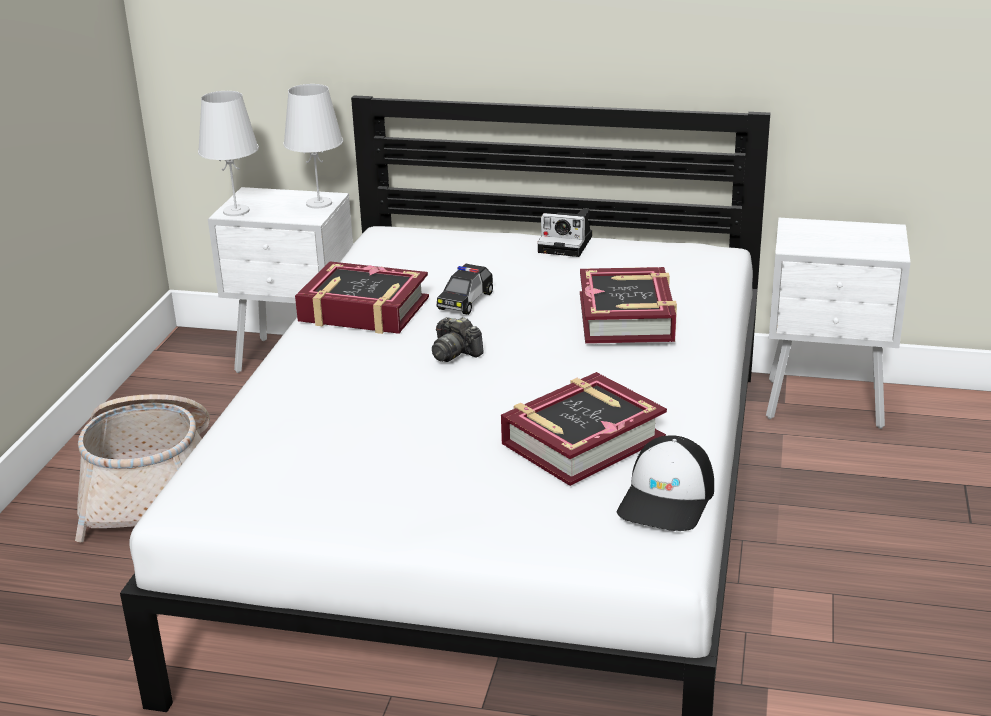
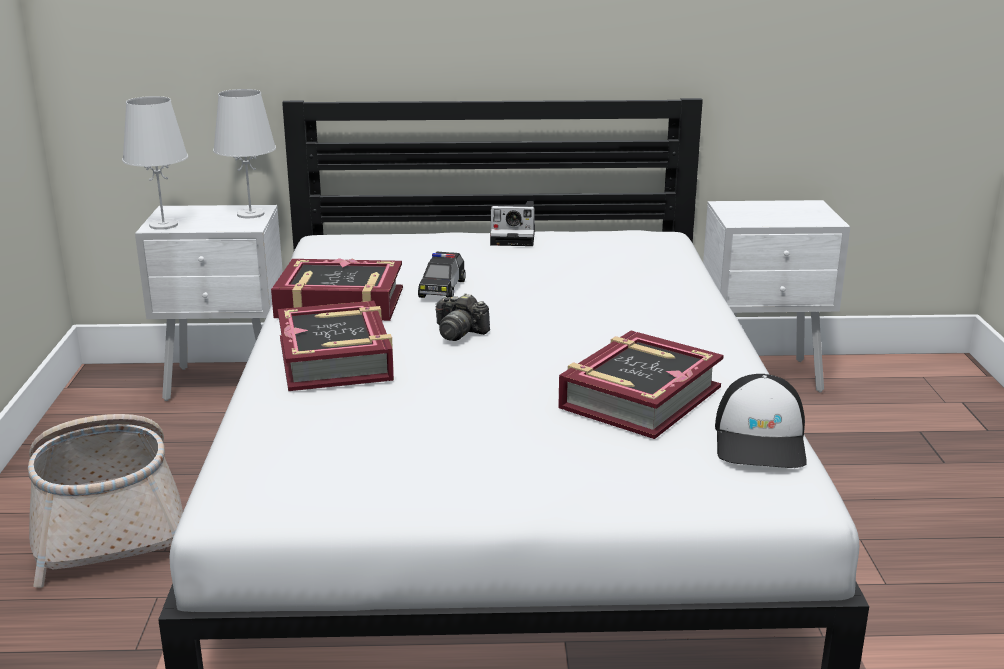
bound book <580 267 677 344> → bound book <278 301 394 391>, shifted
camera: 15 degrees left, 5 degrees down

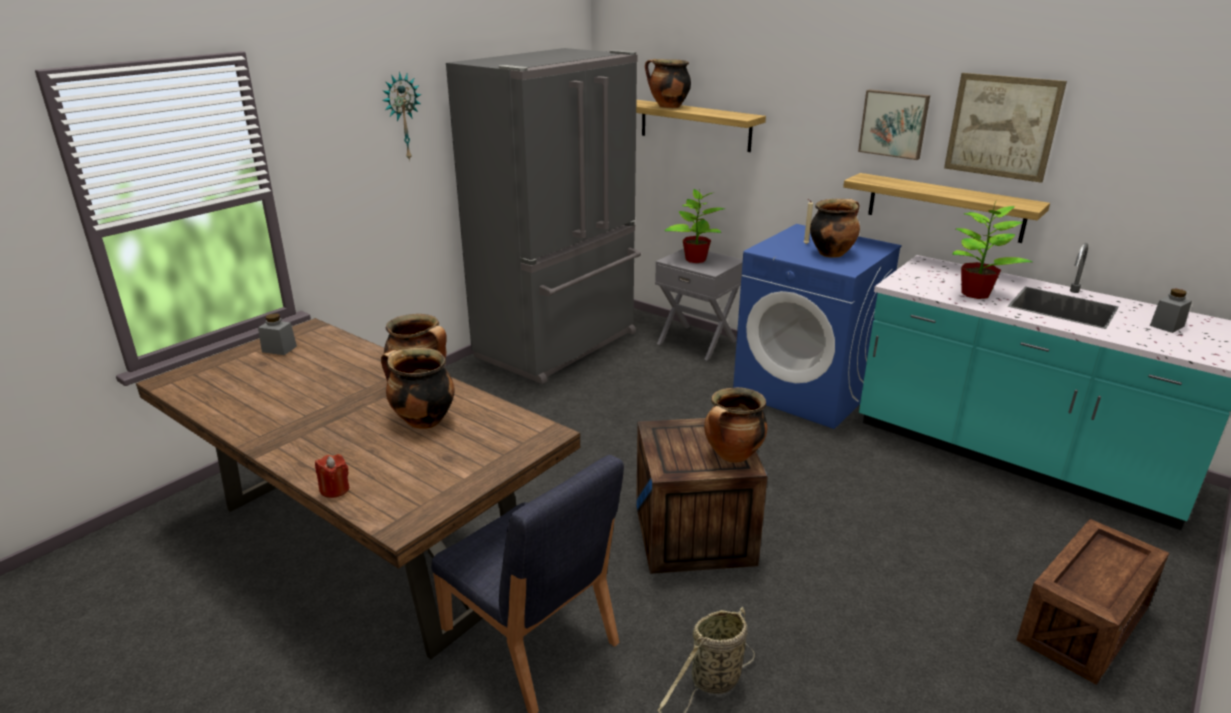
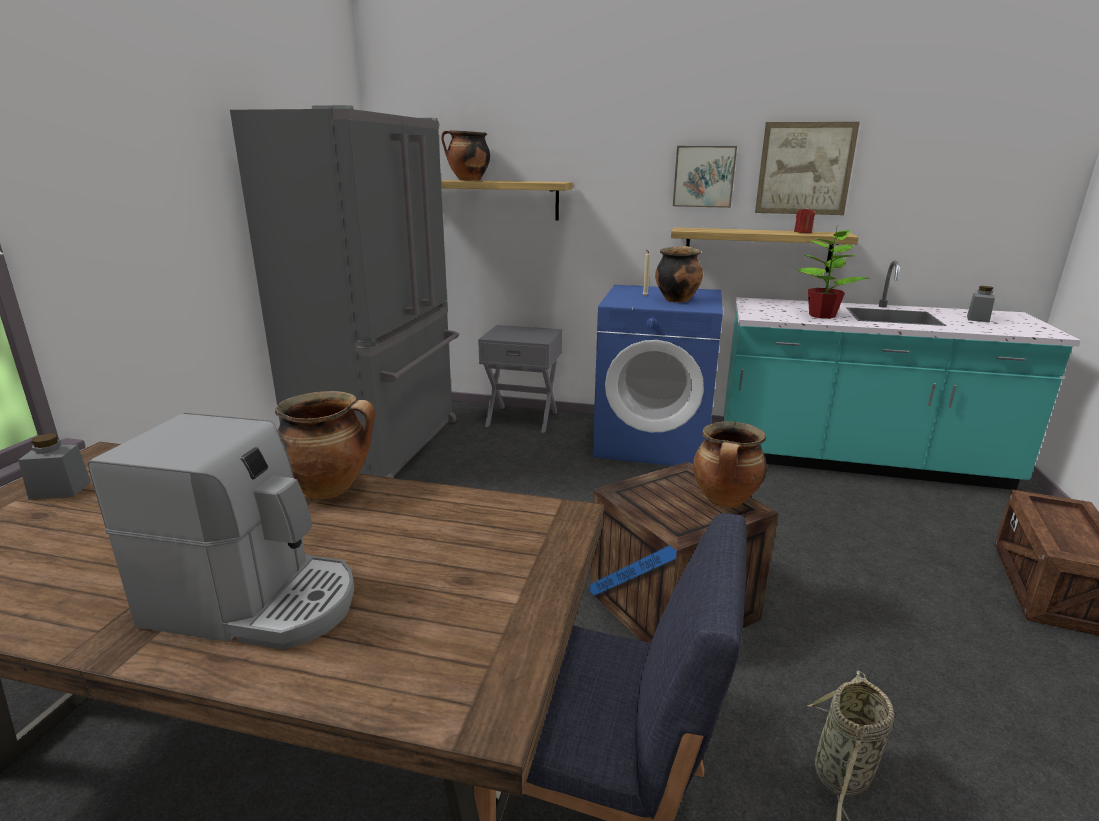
- → coffee machine <88 413 354 650>
reddish wax candle <315 454 349 498> → reddish wax candle <794 206 815 233>, shifted
saucepot <381 348 455 429> → -
wall clock <382 72 421 161> → -
potted plant <664 189 725 263> → -
camera: 25 degrees left, 5 degrees down

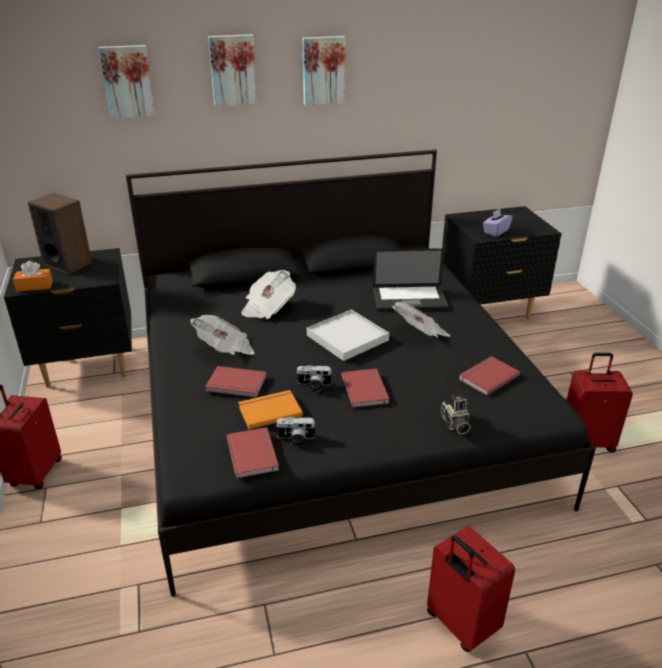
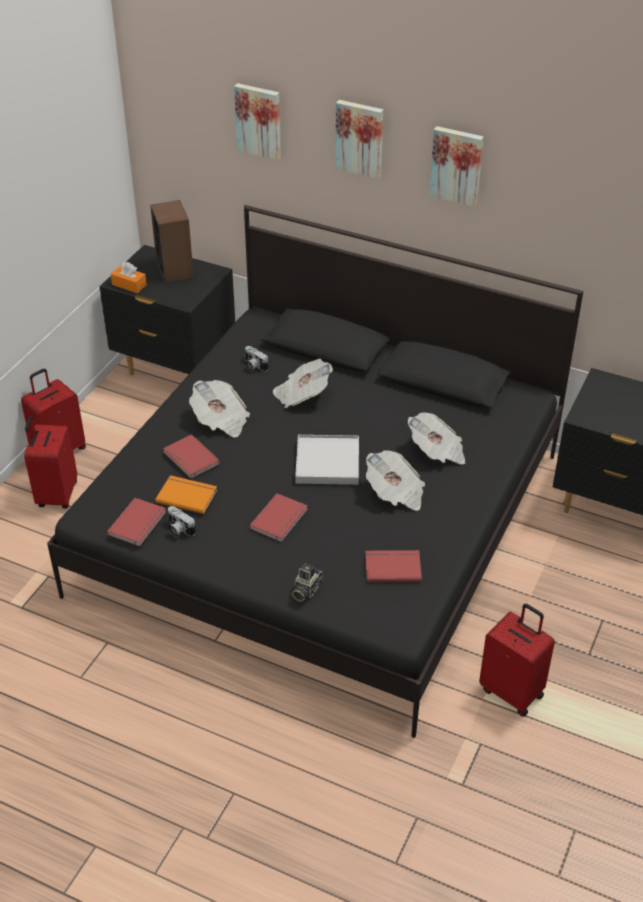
reddish suitcase <427 526 515 652> → reddish suitcase <24 416 77 509>, shifted
still camera <297 365 333 392> → still camera <245 346 269 372>, shifted
portable computer <373 248 448 311> → printed paper <408 413 465 465>
purple-coloured tissue holder <483 208 513 237> → -
camera: 40 degrees right, 10 degrees up

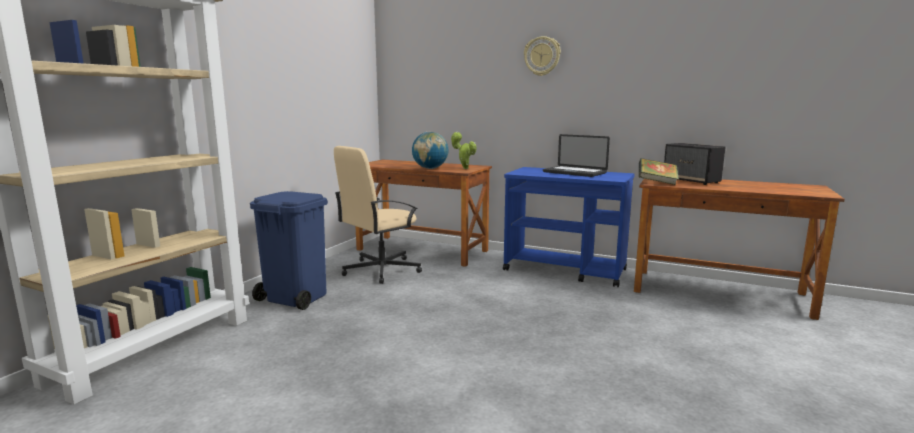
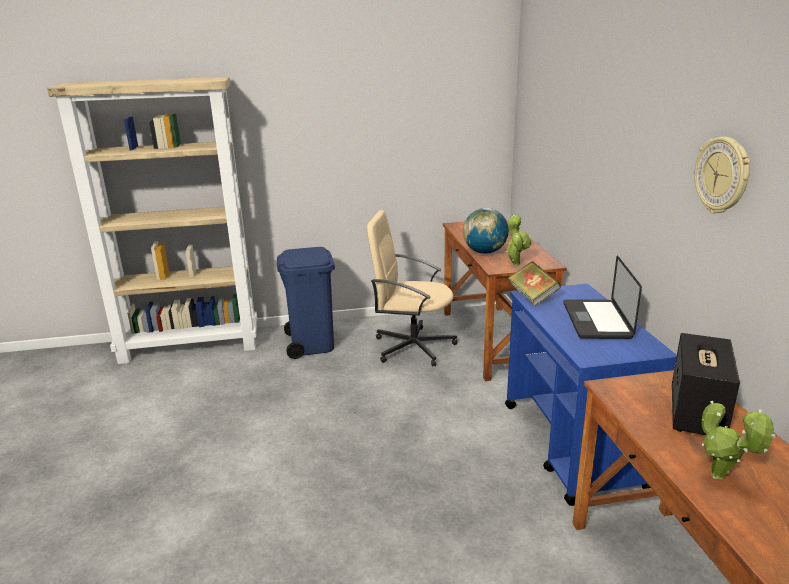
bound book <639 158 679 185> → bound book <508 262 561 306>, shifted
wall clock <524 36 561 76> → wall clock <694 137 750 213>, shifted
- → potted plant <702 401 776 479>
camera: 55 degrees right, 10 degrees up

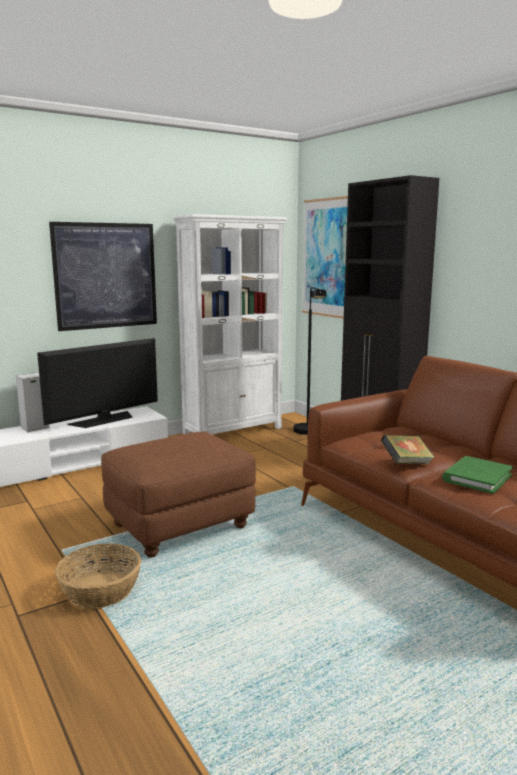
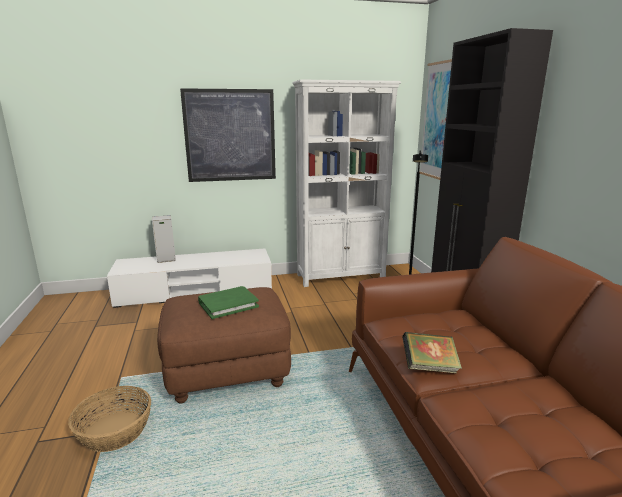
greenish bound book <442 456 513 494> → greenish bound book <198 286 259 319>, shifted
TV set <37 338 158 428> → -
camera: 20 degrees right, 5 degrees up

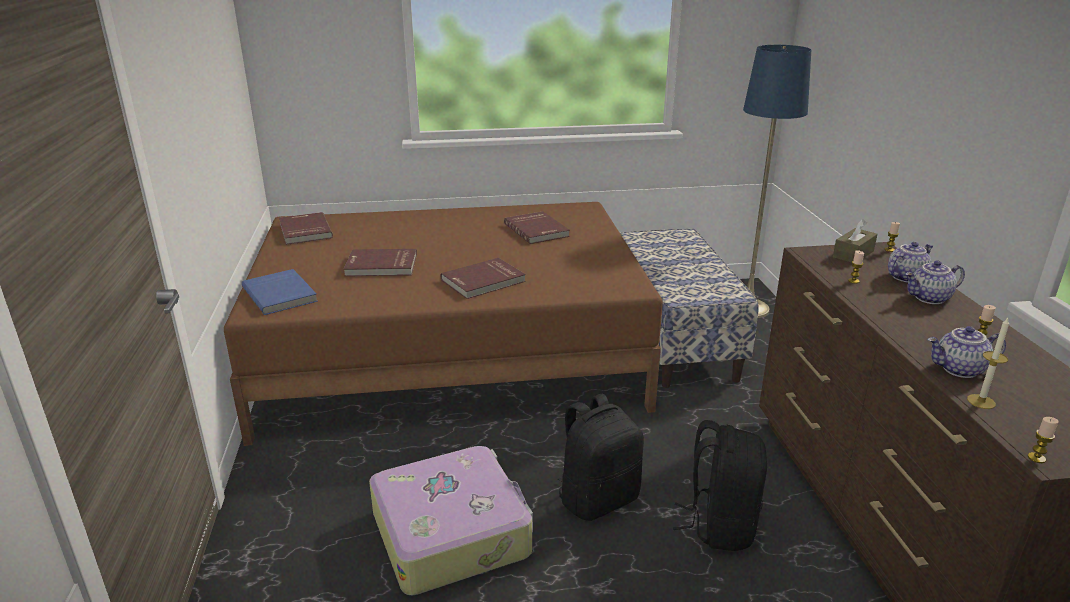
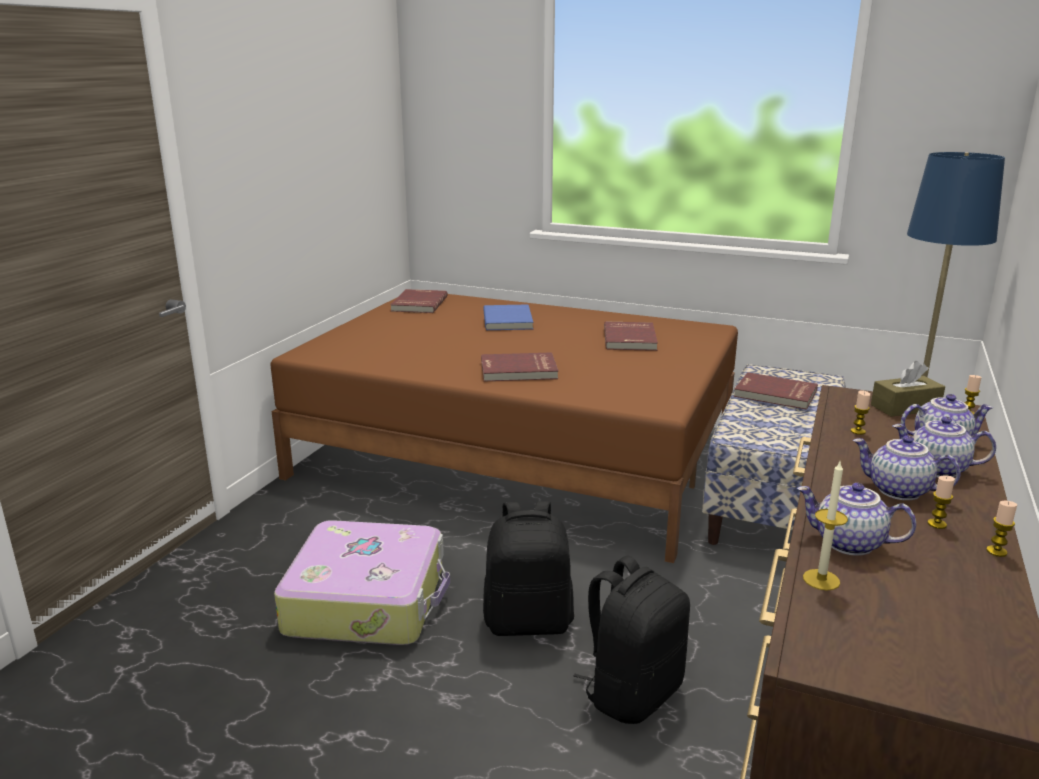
blue-coloured bound book <242 269 318 315> → blue-coloured bound book <483 304 533 330>, shifted
reddish bound book <344 249 417 276> → reddish bound book <734 372 818 410>, shifted
- → pot for tea <853 436 961 500>
wax candle <1028 417 1059 463> → wax candle <986 501 1017 557>, shifted
camera: 30 degrees right, 5 degrees down

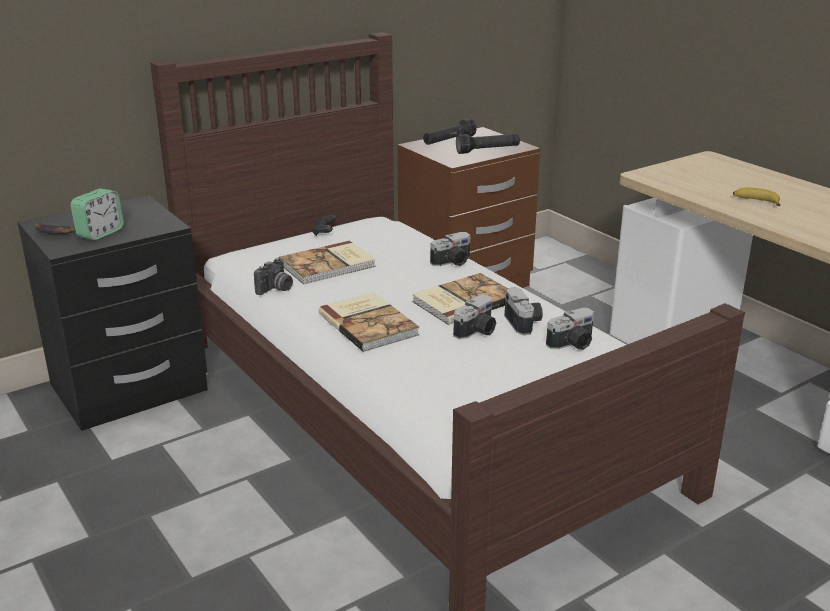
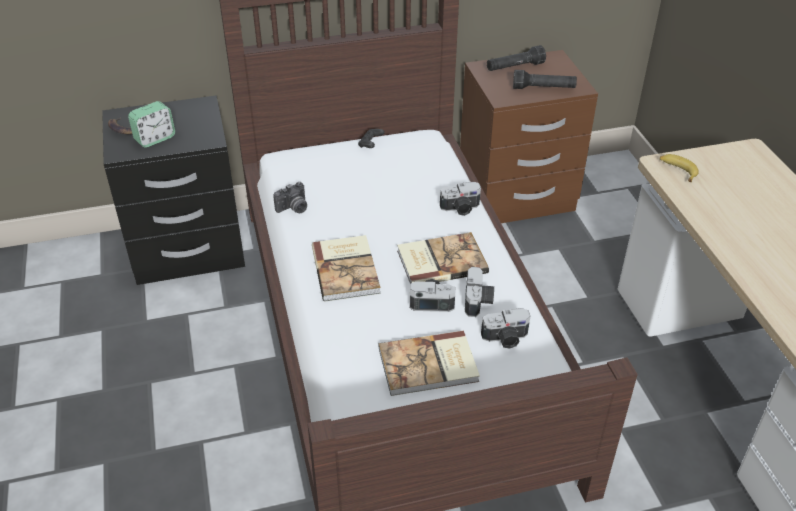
bound book <279 241 376 285> → bound book <378 331 480 396>, shifted
still camera <453 294 496 339> → still camera <410 279 455 312>, 150 degrees counterclockwise
banana fruit <733 188 781 206> → banana fruit <660 154 699 182>, shifted
camera: 20 degrees right, 15 degrees up

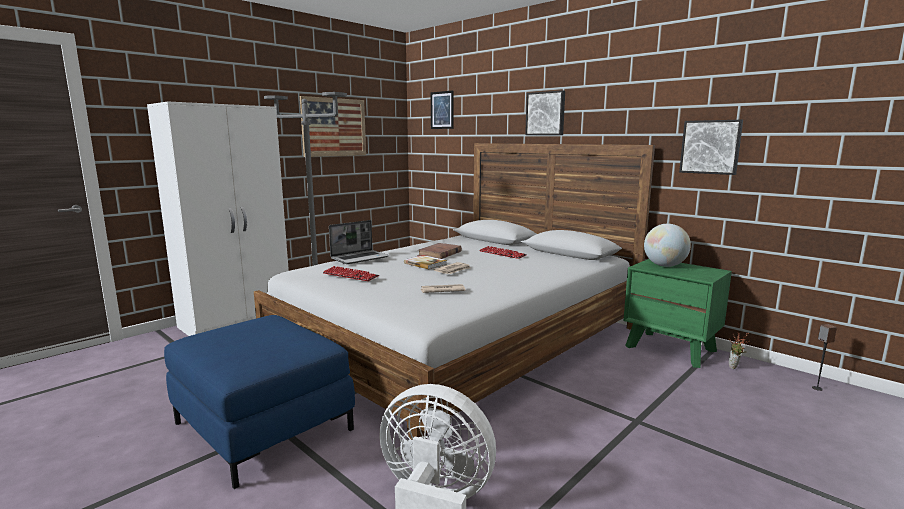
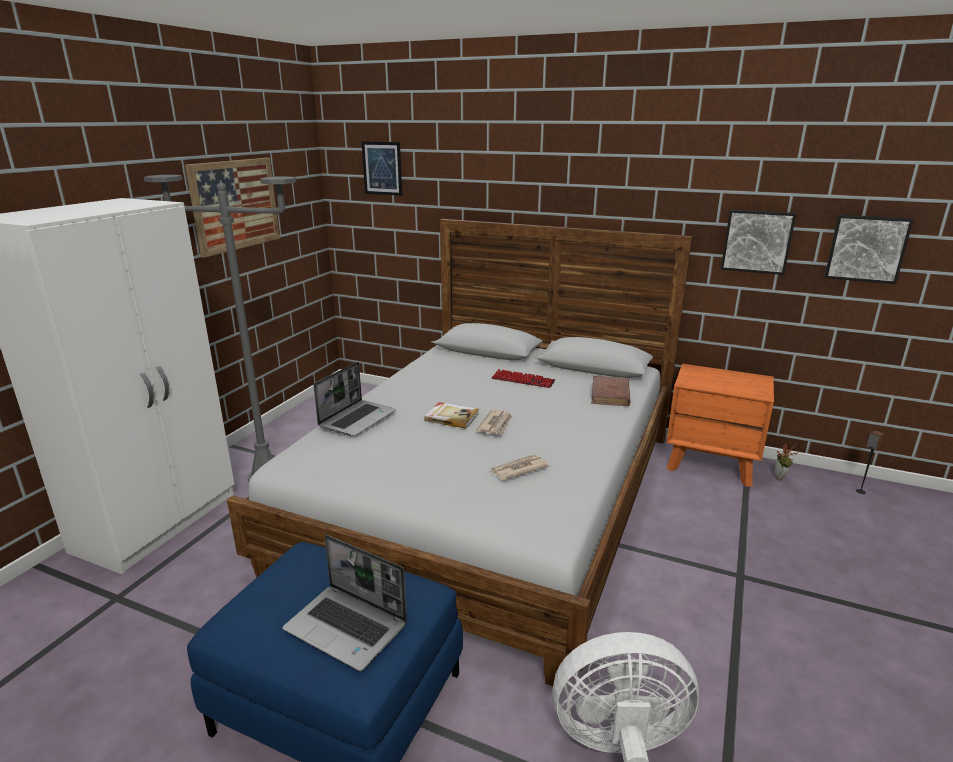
- → portable computer <282 535 407 671>
brownish bound book <417 243 462 259> → brownish bound book <591 376 631 406>, shifted
greenish night table <623 259 732 368> → orangey night table <666 364 774 487>
wall picture <525 90 565 135> → wall picture <824 215 914 284>, shifted
computer keyboard <323 266 379 281> → -
globe <644 224 691 267> → -
camera: 20 degrees left, 10 degrees up

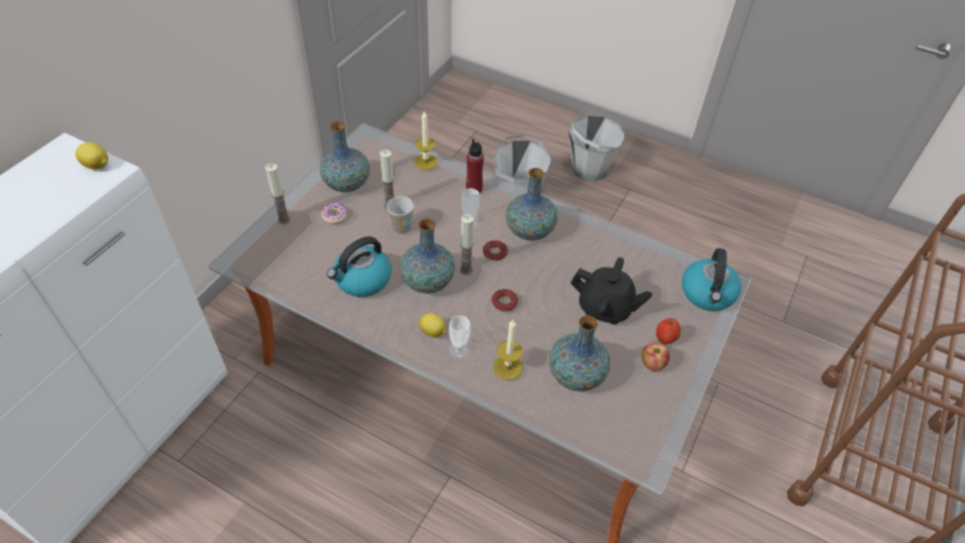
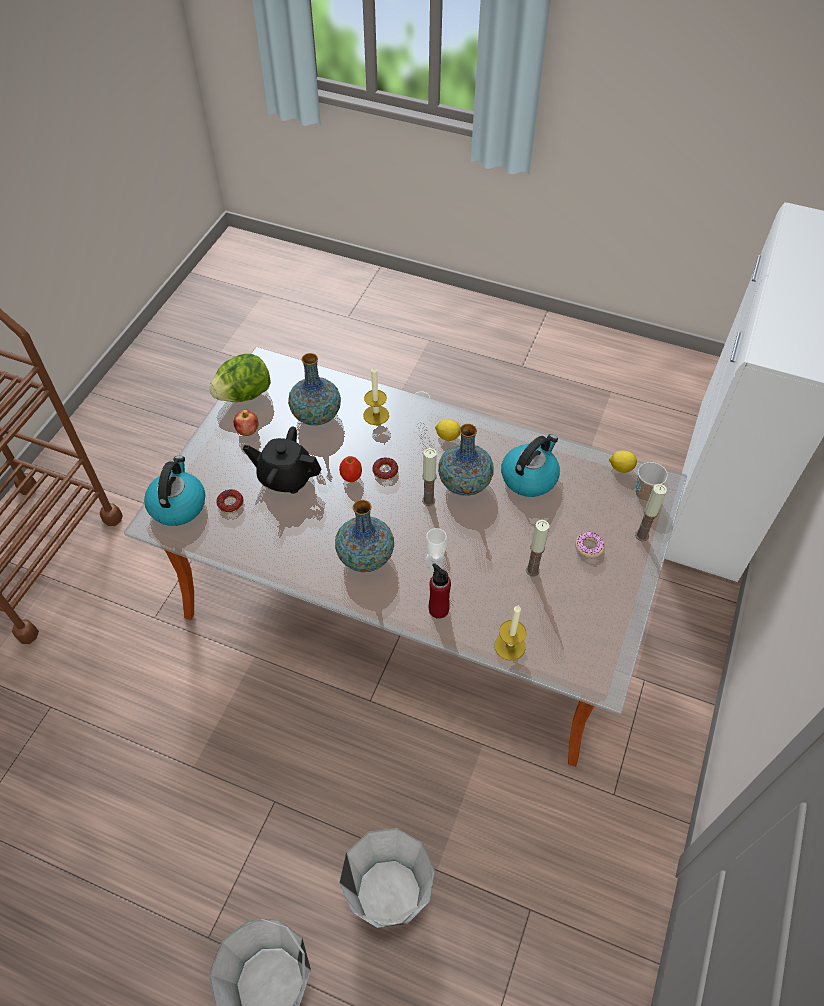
- → lettuce <209 354 271 402>
donut <483 240 508 261> → donut <217 489 244 513>, shifted
apple fruit <656 318 681 344> → apple fruit <339 456 362 482>, shifted
whole lemon <76 142 108 170> → whole lemon <609 450 637 473>, shifted
small cup <387 196 414 234> → small cup <636 462 668 501>, shifted
decorative vase <320 121 370 192> → -
camera: 175 degrees right, 5 degrees up

